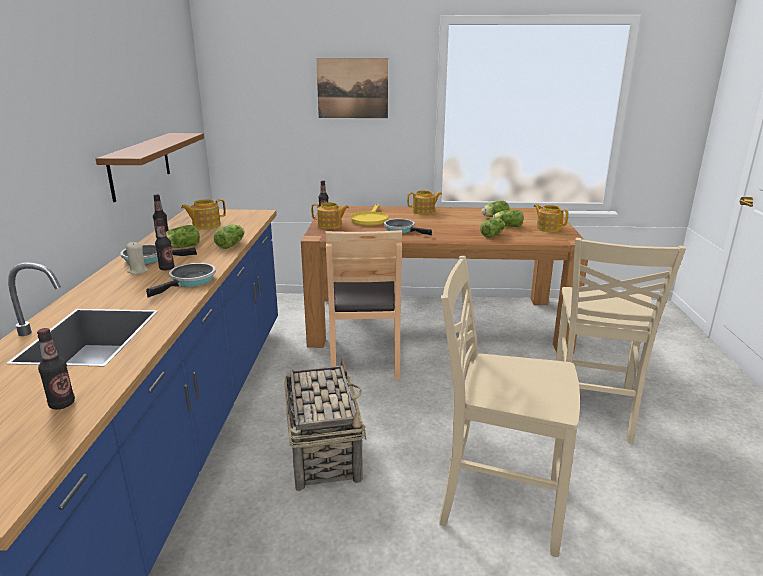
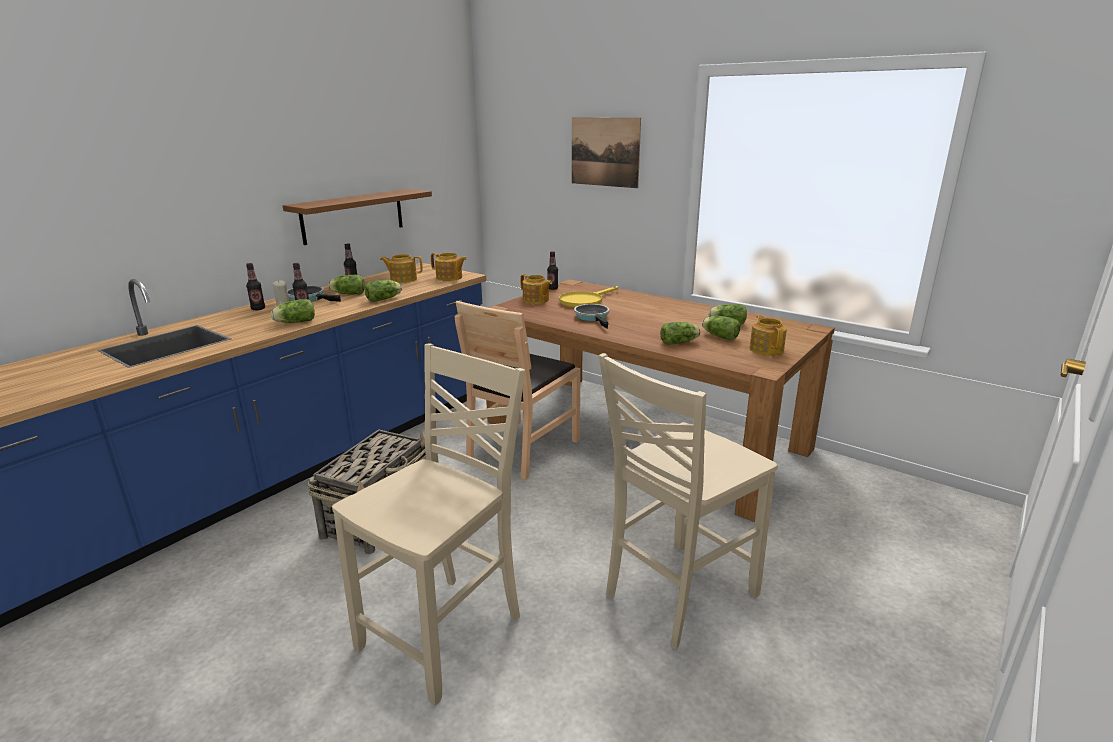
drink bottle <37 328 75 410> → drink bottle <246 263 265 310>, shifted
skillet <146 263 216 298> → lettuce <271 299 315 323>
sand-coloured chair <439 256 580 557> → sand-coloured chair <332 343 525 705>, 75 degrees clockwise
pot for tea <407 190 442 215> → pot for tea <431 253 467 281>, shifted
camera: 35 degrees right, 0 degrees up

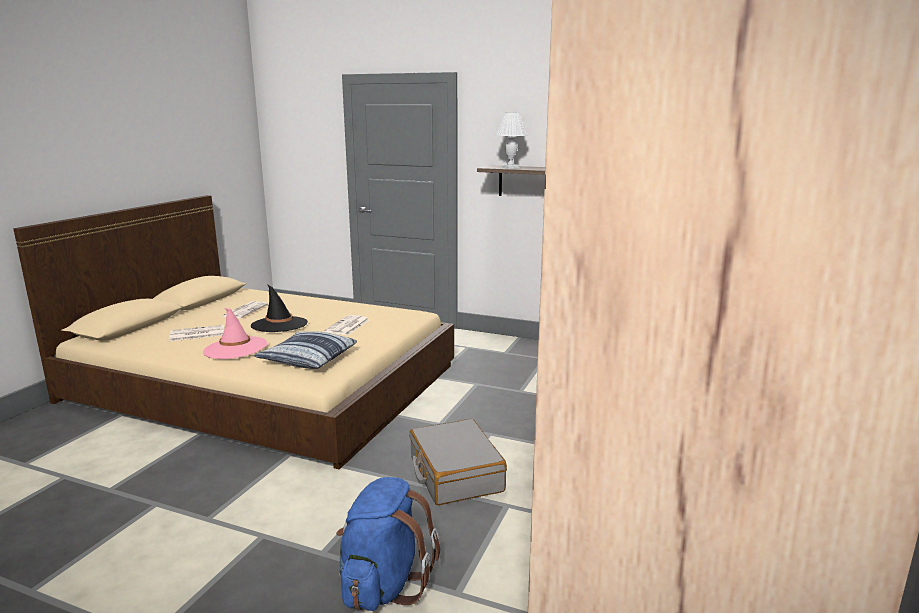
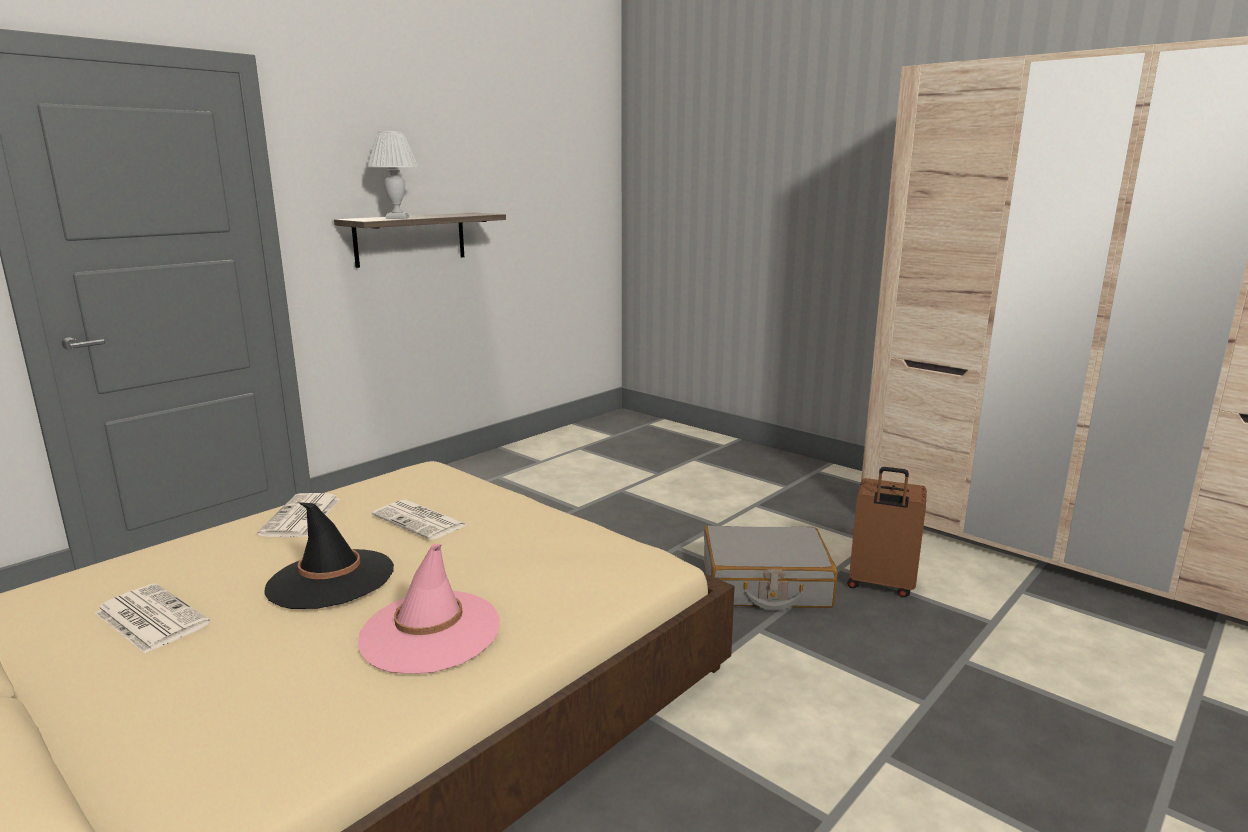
printed paper <170 325 224 341> → printed paper <257 493 340 537>, shifted
- → brownish suitcase <847 467 927 597>
throw pillow <254 331 357 369> → -
blue-coloured rucksack <336 477 440 611> → -
camera: 70 degrees left, 0 degrees up

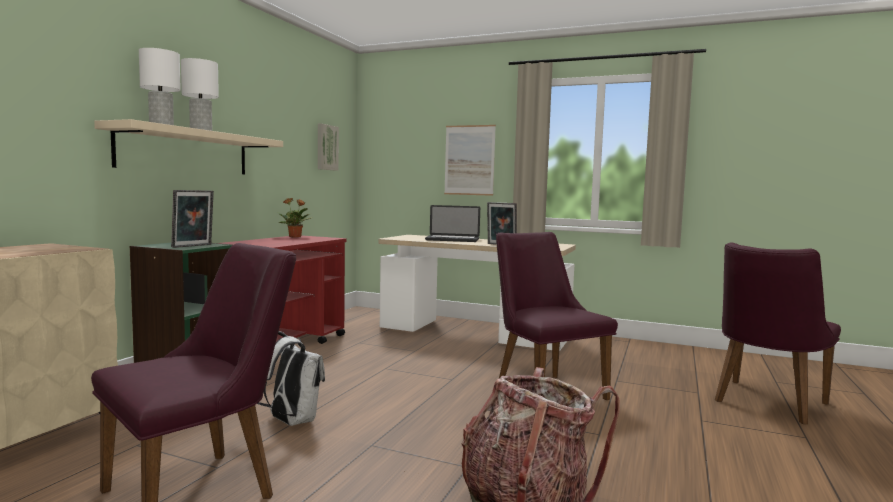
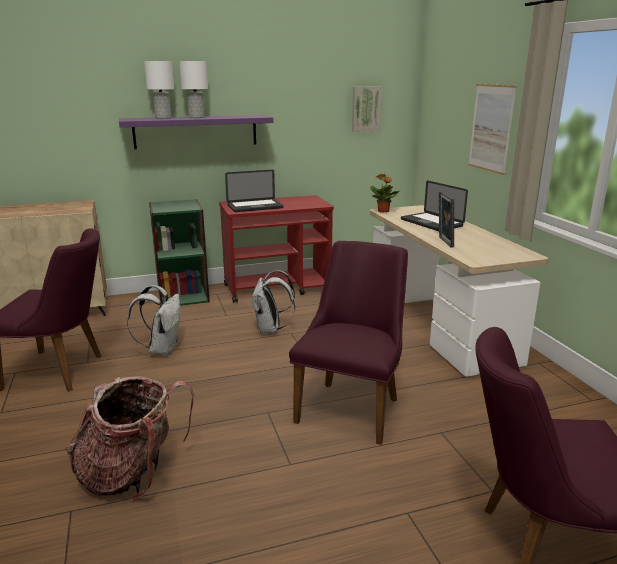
sand-coloured bracket shelf <94 119 283 174> → purple-coloured bracket shelf <119 115 274 149>
- → portable computer <225 170 284 212>
- → white rucksack <251 270 295 334>
potted plant <277 198 312 237> → potted plant <370 174 401 213>, shifted
photo frame <171 190 214 248> → -
camera: 50 degrees right, 15 degrees up

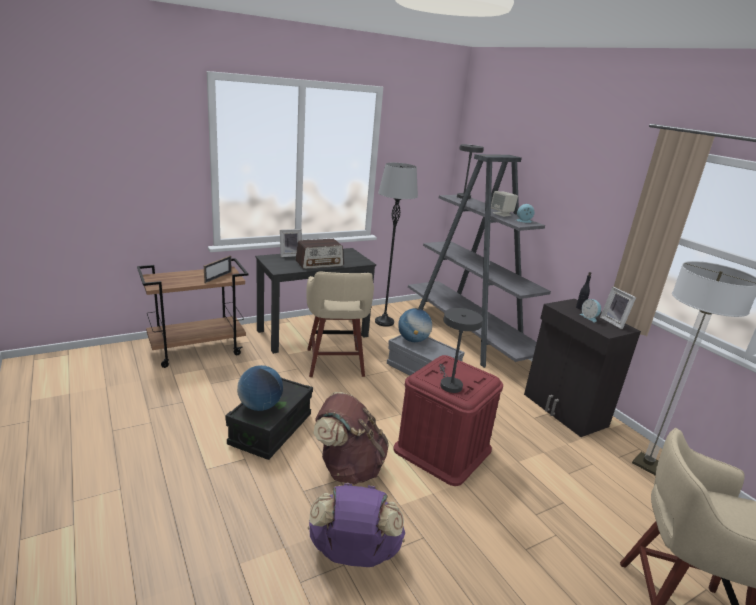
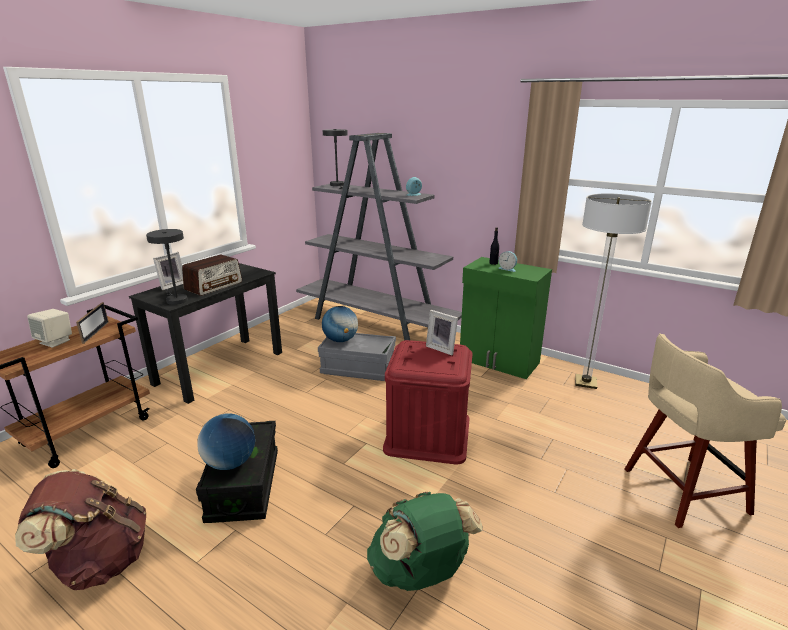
brownish rucksack <313 392 389 485> → brownish rucksack <15 469 146 590>, shifted
sand-coloured loudspeaker <491 191 518 217> → sand-coloured loudspeaker <27 309 72 348>, shifted
greyish lamp for a table <439 308 483 393> → greyish lamp for a table <146 229 188 305>, shifted
purple-coloured rucksack <308 483 405 567> → greenish rucksack <367 492 483 591>
photo frame <600 287 636 329> → photo frame <426 310 458 355>, shifted
black-coloured storage cabinet <524 299 641 437> → greenish storage cabinet <460 257 552 379>
sand-coloured sitting stool <306 271 374 377> → -
greyish standard lamp <375 163 418 327> → -
camera: 25 degrees left, 0 degrees up

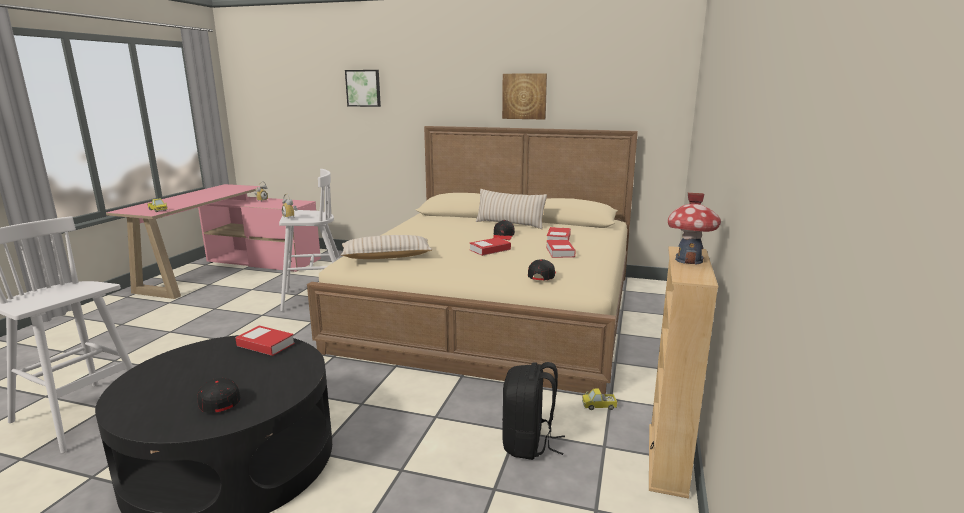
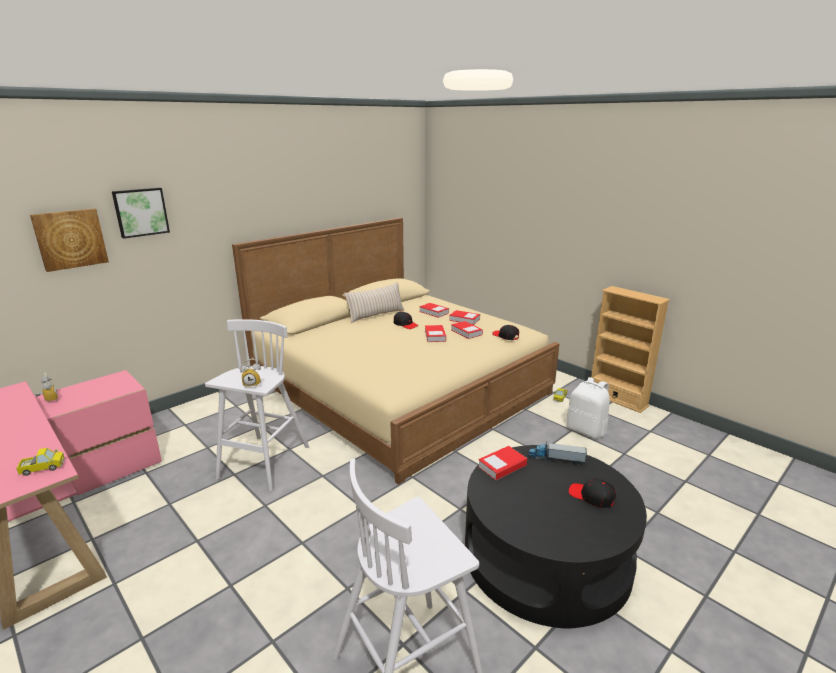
wall picture <502 73 547 120> → wall picture <30 209 109 272>, shifted
- → bound book <451 321 483 339>
- → model truck <528 442 587 465>
black-coloured rucksack <502 362 565 460> → white rucksack <567 377 610 439>
black-coloured cap <197 378 241 413> → black-coloured cap <569 479 616 508>, 45 degrees clockwise
sand-coloured throw pillow <341 235 432 259> → -
model house <668 193 721 264> → -
camera: 60 degrees left, 5 degrees up

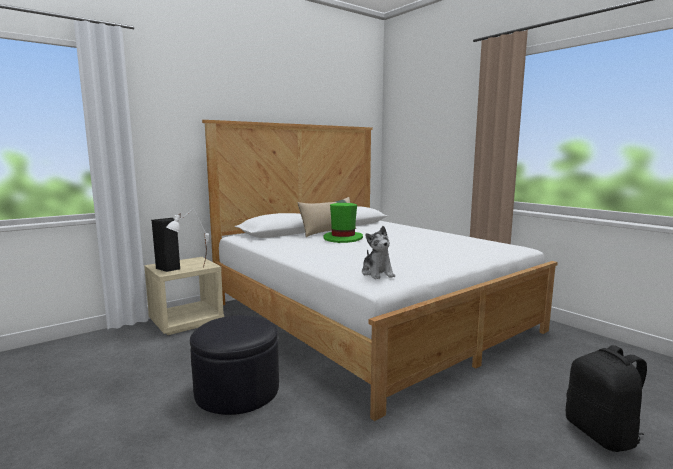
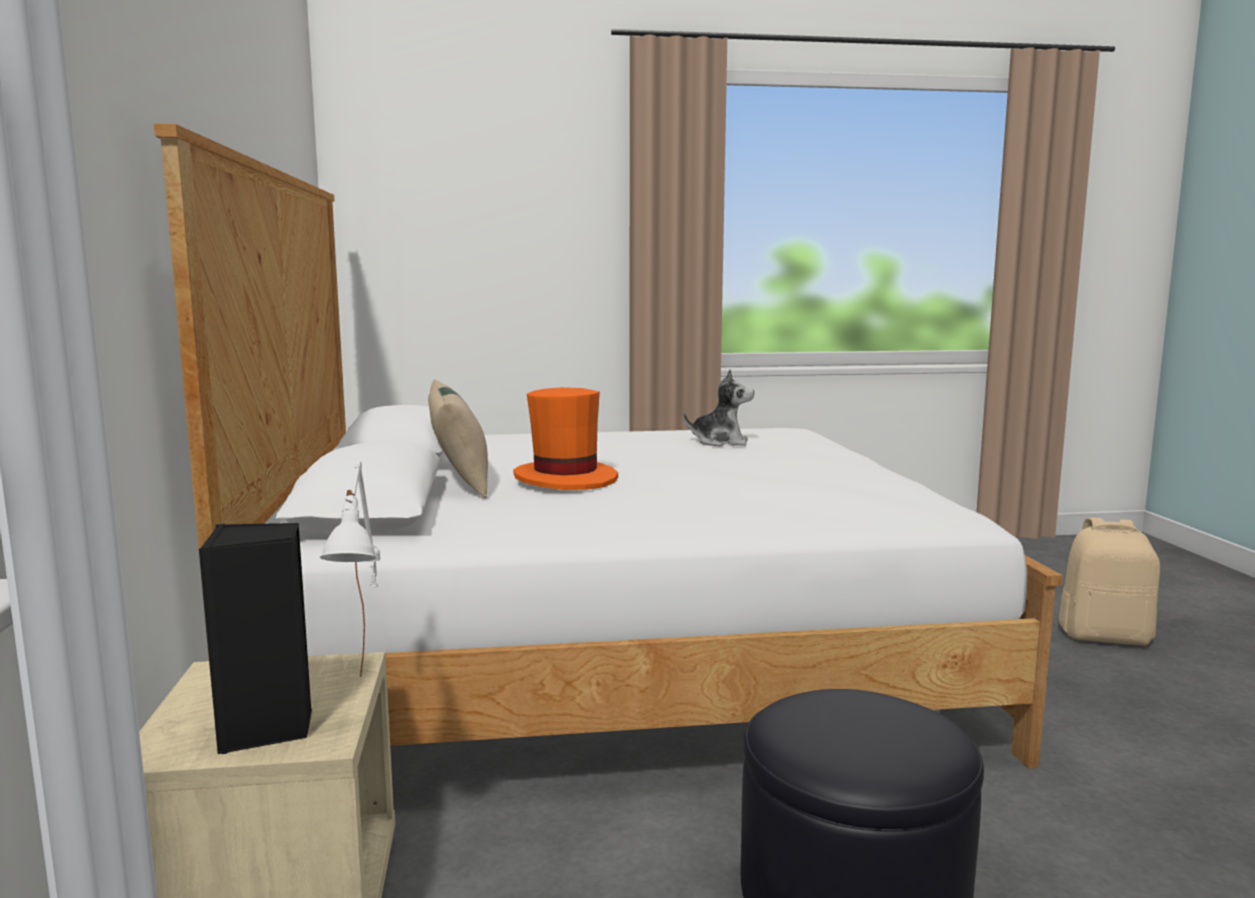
greenish hat <323 203 363 243> → orangey hat <514 387 618 490>
plush toy <362 226 395 279> → plush toy <683 370 754 447>, shifted
black-coloured rucksack <566 345 647 452> → sand-coloured rucksack <1059 518 1160 645>
camera: 60 degrees left, 0 degrees up

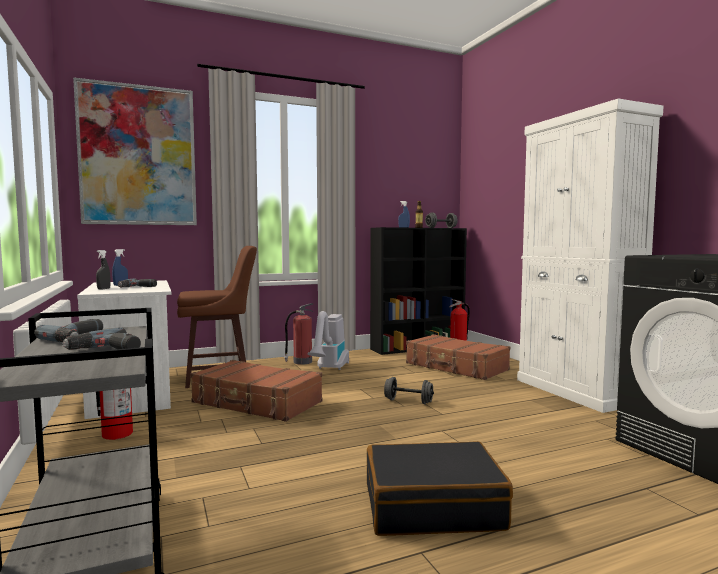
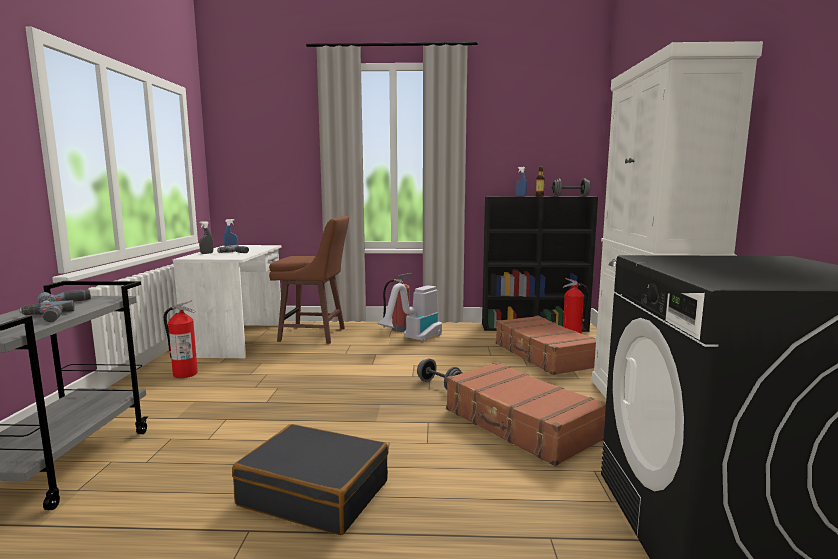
brownish suitcase <190 360 322 422> → brownish suitcase <446 362 606 466>, shifted
wall picture <73 77 197 225> → -
camera: 25 degrees right, 5 degrees up

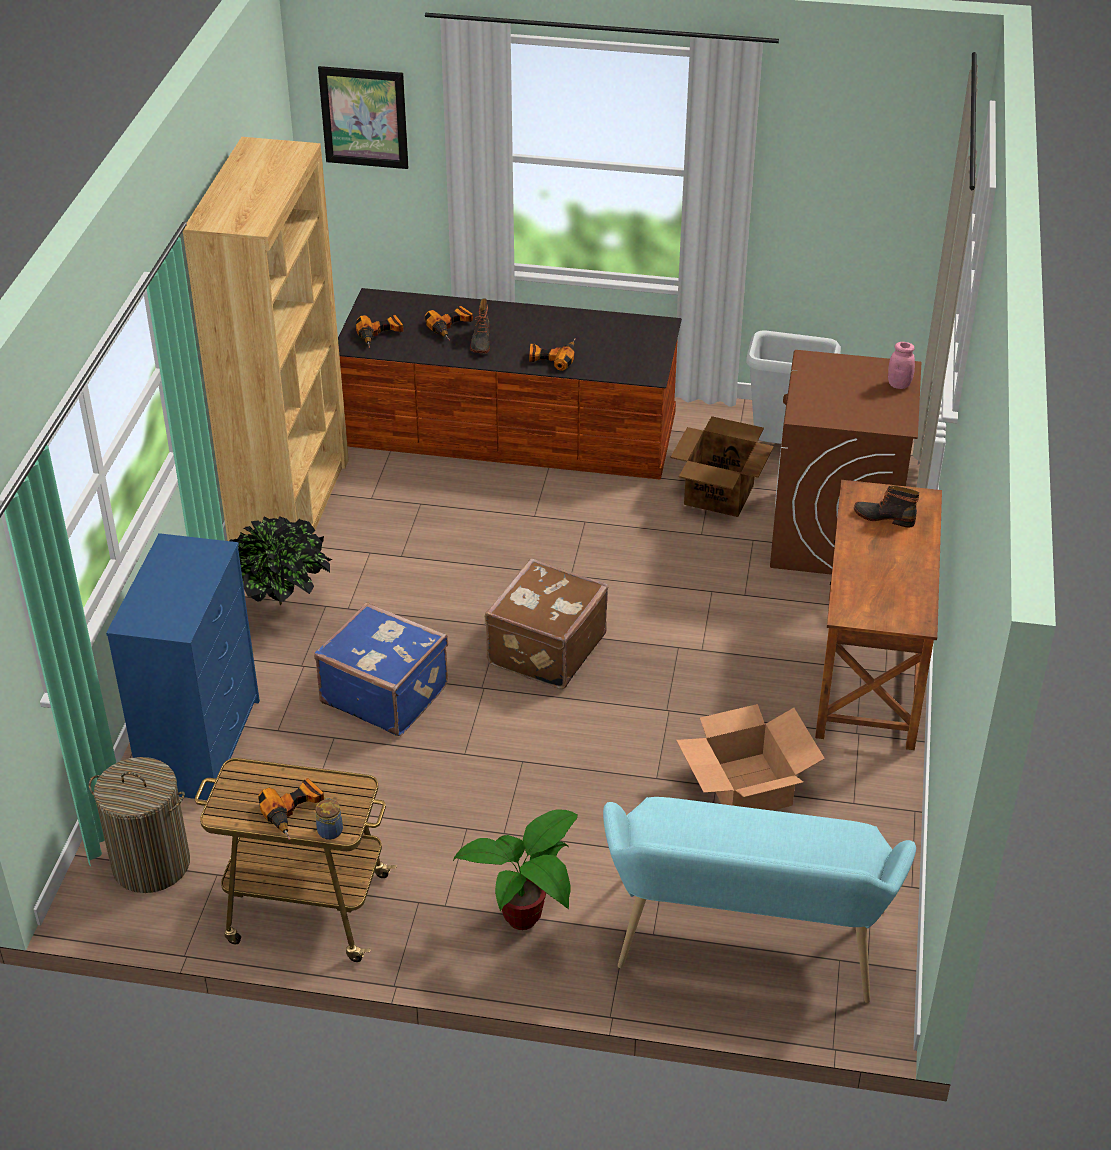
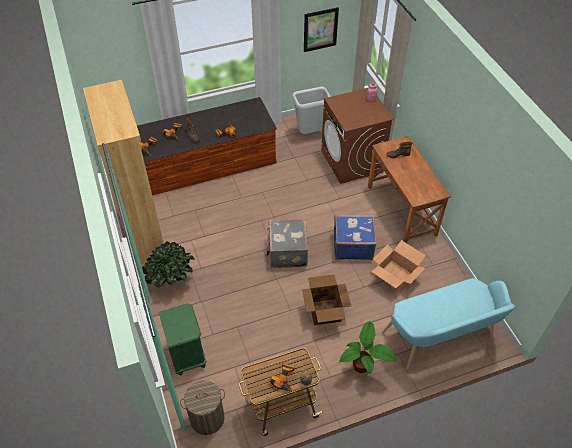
blue-coloured chest of drawers <106 533 260 800> → greenish night table <159 303 206 375>
brownish suitcase <485 558 608 689> → greyish suitcase <266 219 308 268>
packing box <671 416 774 517> → packing box <302 274 351 325>, shifted
wall picture <318 66 408 169> → wall picture <304 7 339 52>, shifted
blue-coloured suitcase <314 602 448 736> → blue-coloured suitcase <334 215 377 260>, shifted
camera: 30 degrees left, 10 degrees up

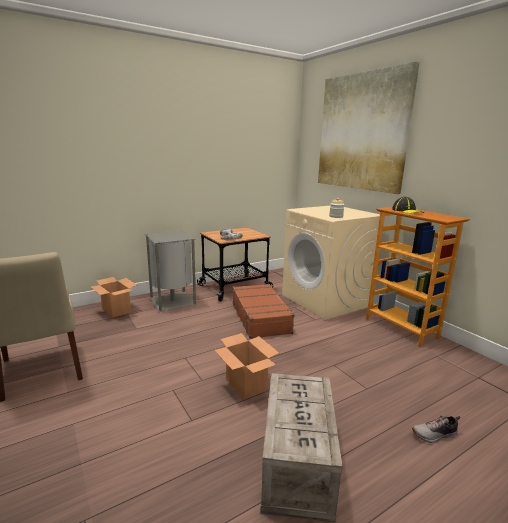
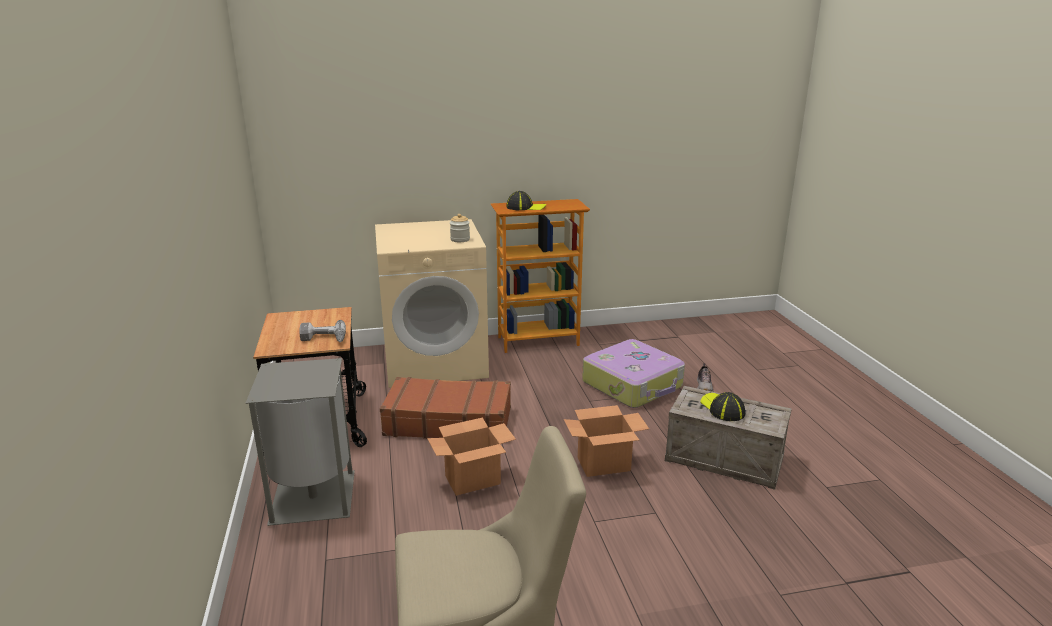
packing box <91 277 137 318> → packing box <427 418 516 496>, shifted
- → suitcase <582 339 685 408>
- → cap <700 392 745 421>
wall picture <318 62 420 194> → -
camera: 70 degrees left, 5 degrees up

